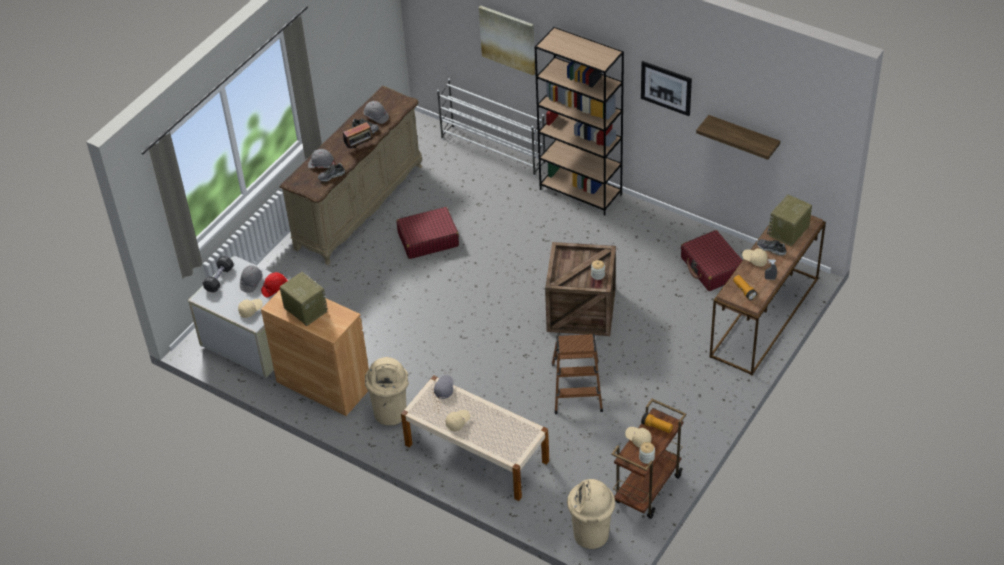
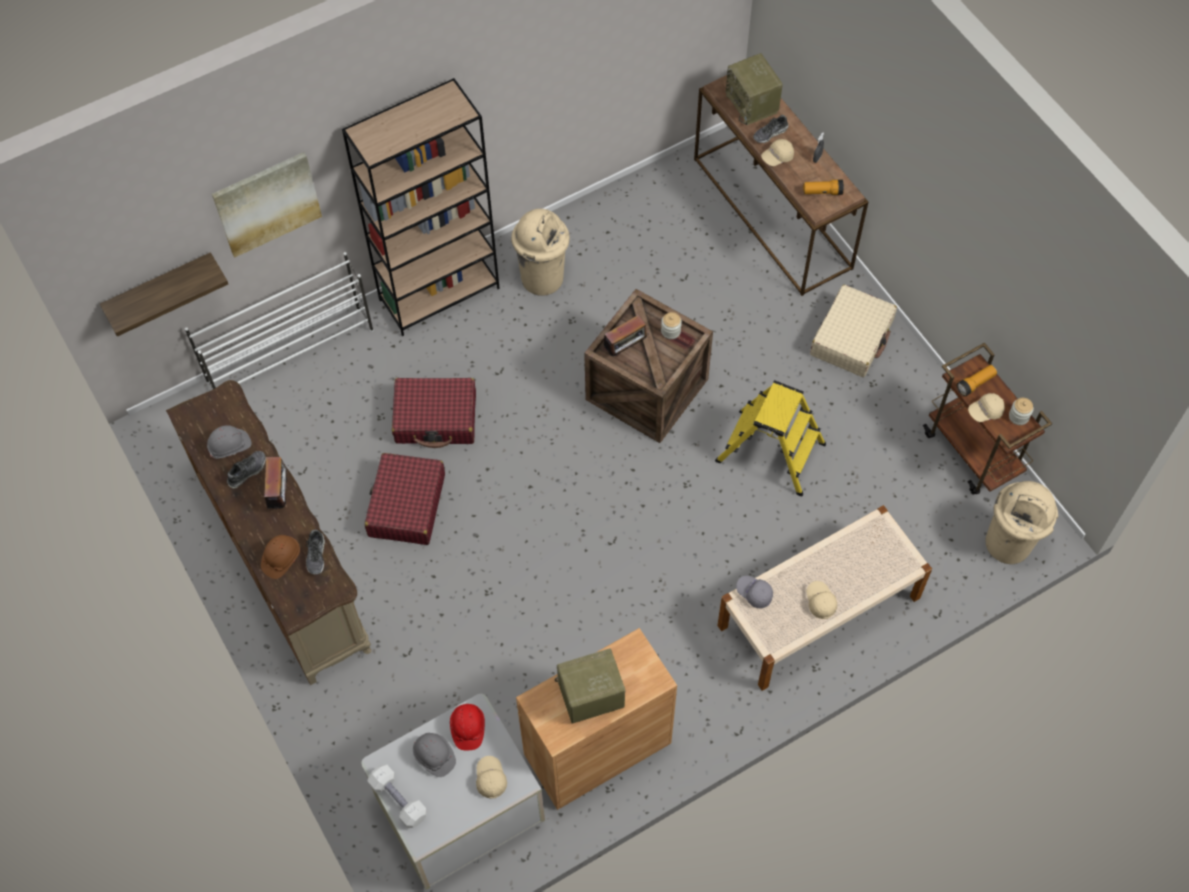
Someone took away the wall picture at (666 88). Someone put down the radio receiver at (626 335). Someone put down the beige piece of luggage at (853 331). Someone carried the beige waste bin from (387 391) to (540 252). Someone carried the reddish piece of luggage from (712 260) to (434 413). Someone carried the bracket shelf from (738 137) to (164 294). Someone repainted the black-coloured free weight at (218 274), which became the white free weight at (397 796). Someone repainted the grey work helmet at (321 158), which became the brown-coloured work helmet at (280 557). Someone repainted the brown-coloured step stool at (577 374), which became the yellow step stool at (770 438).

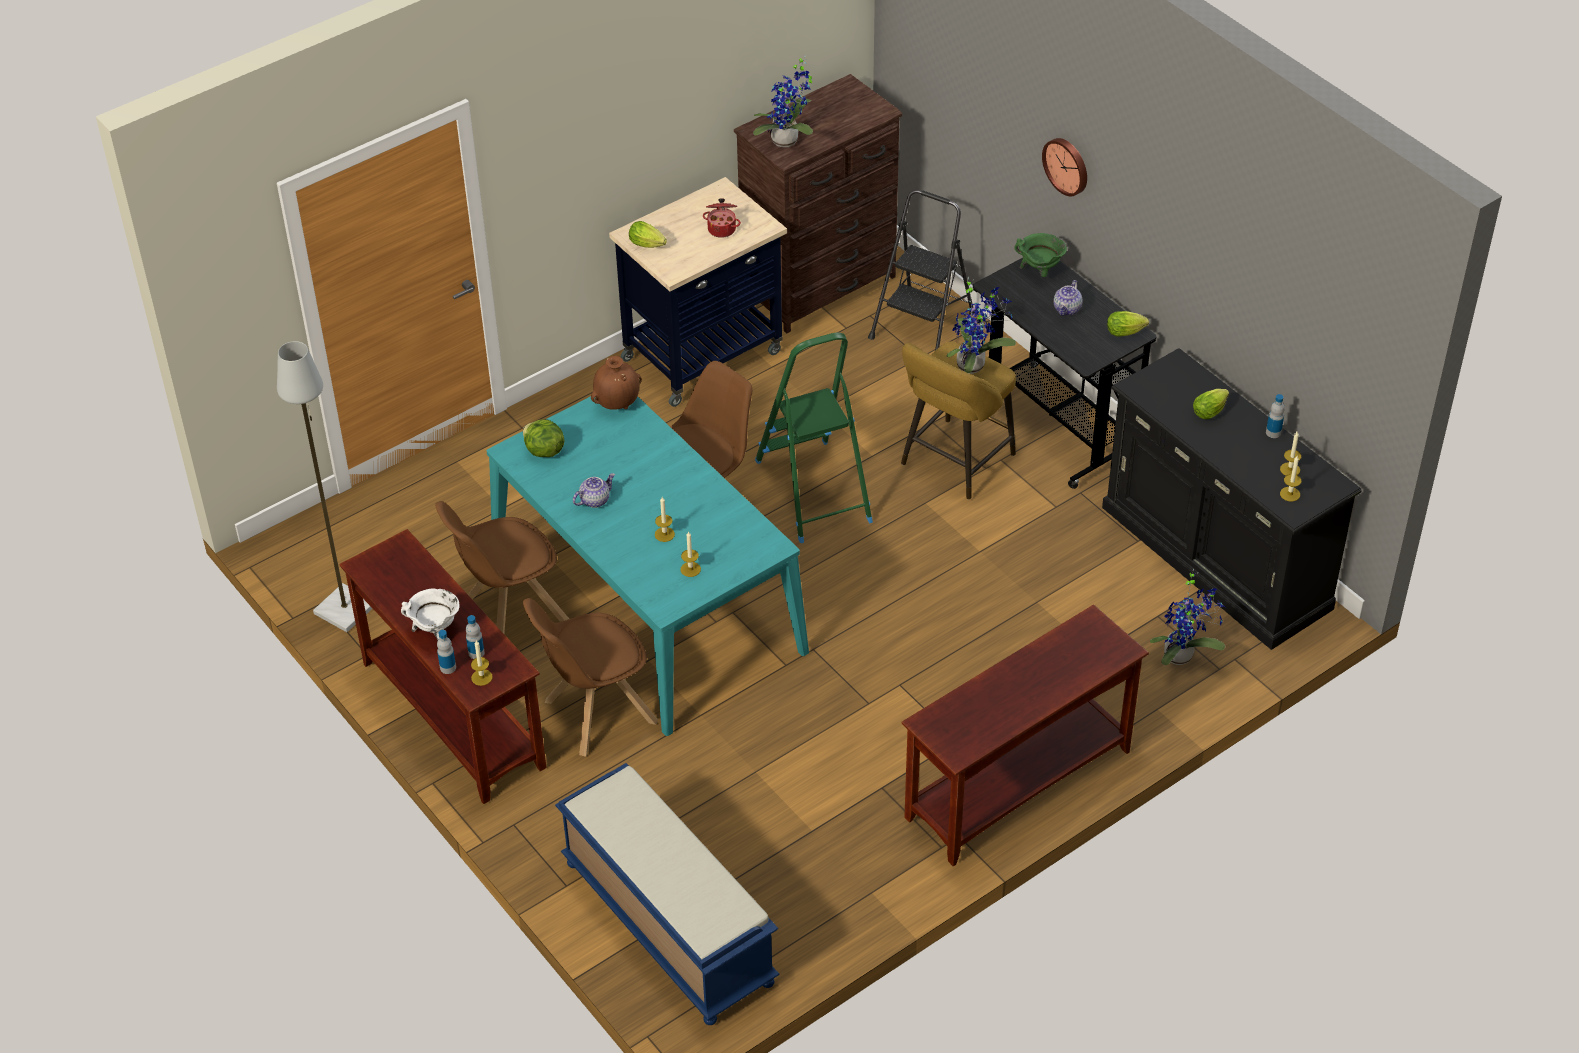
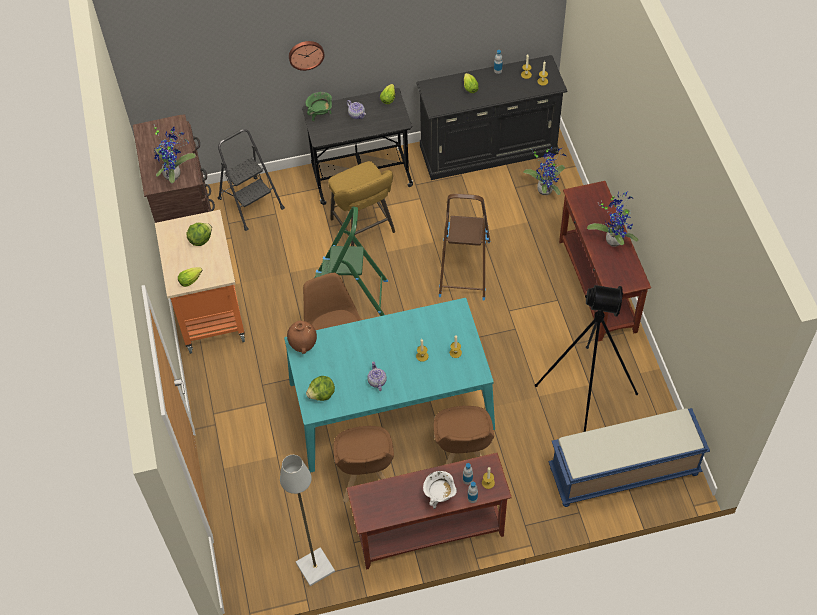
Someone put down the brown-coloured step stool at (464 247). Someone put down the black-coloured floor lamp at (586 358). Someone carried the potted plant from (981 325) to (612 219). Someone swapped the saucepot at (722 218) for the lettuce head at (199 234). Someone repainted the bluish wheeled cart at (698 292), which became the orange-coloured wheeled cart at (200 282).

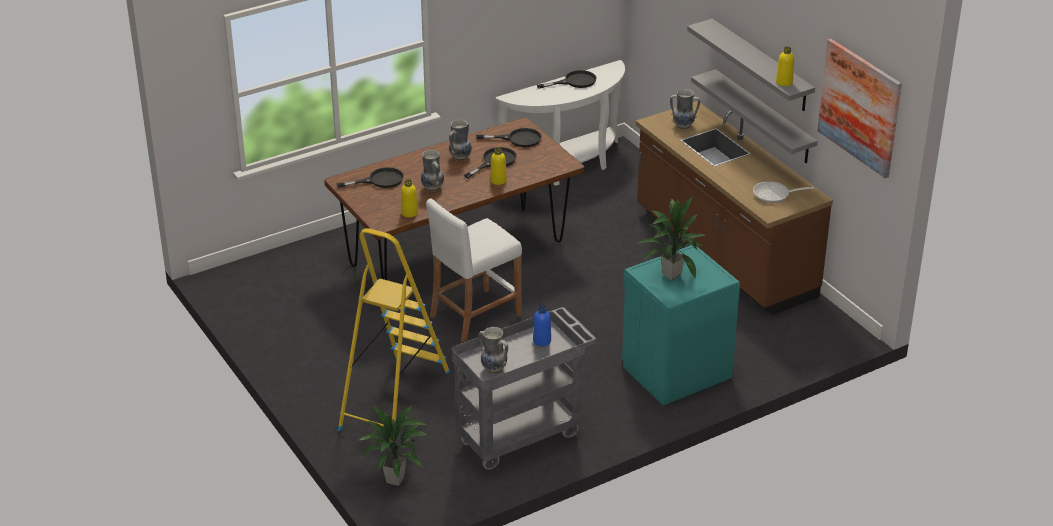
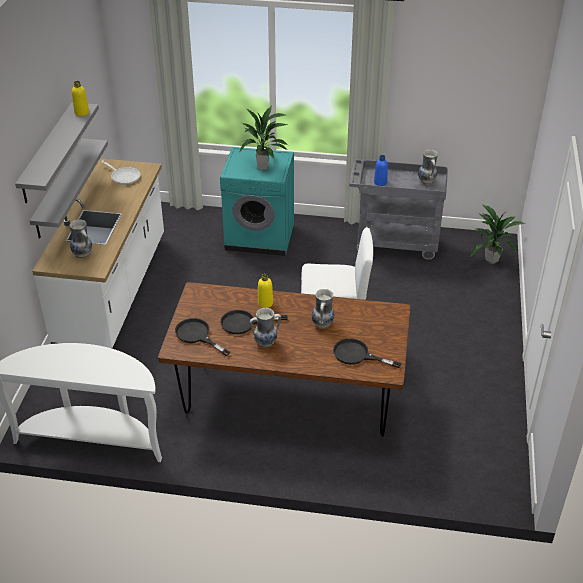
Someone took away the yellow step stool at (394 335). Someone took away the yellow bottle at (409 198). Someone took away the black-coloured skillet at (567 79). Someone took away the wall picture at (859 108). Someone repainted the brown-coloured counter at (734 208), which became the white counter at (98 253).

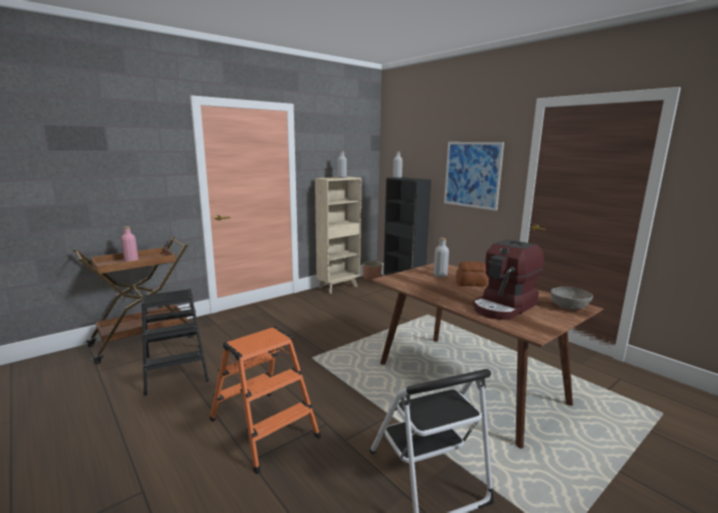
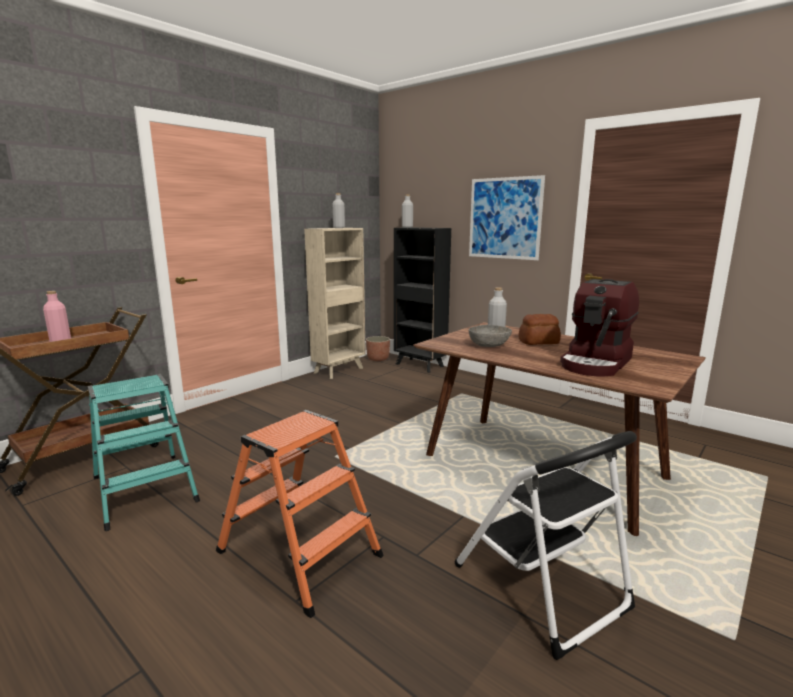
Someone carried the grey deep dish from (572 298) to (490 336). Someone repainted the black-coloured step stool at (175 342), which became the turquoise-coloured step stool at (144 452).

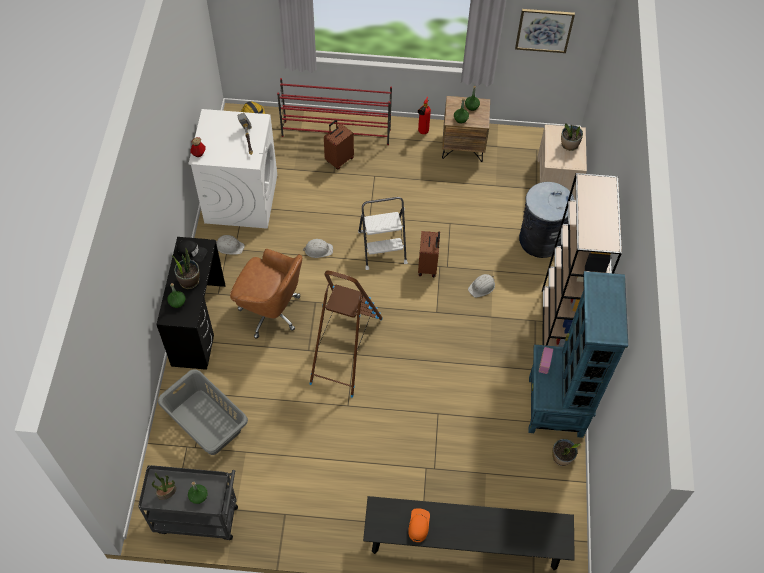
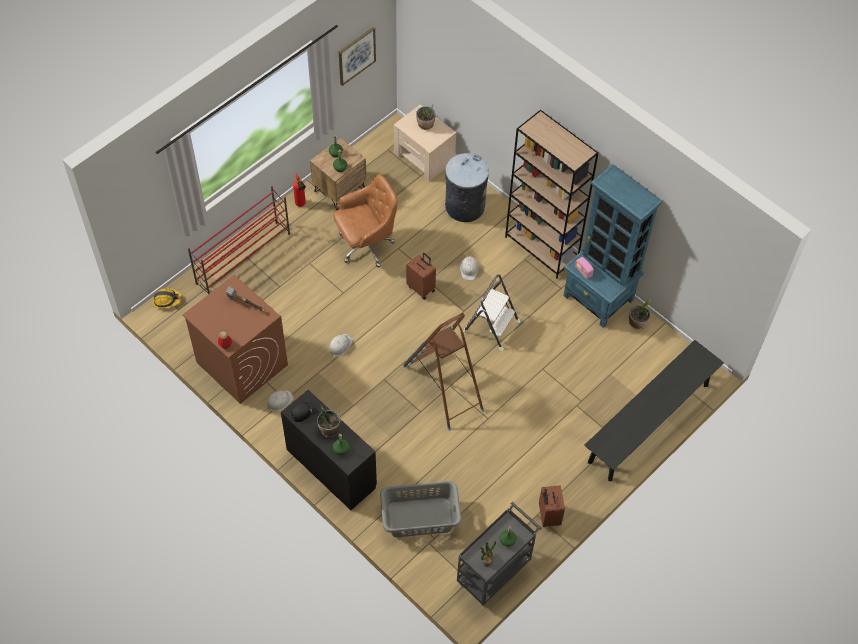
Someone took away the orange-coloured baseball cap at (419 525). Someone carried the brown-coloured computer chair from (266 294) to (365 221). Someone carried the brown-coloured piece of luggage from (339 145) to (552 506). Someone carried the white step stool from (383 233) to (491 312). Someone repainted the white washing machine at (232 169), which became the brown-coloured washing machine at (235 339).

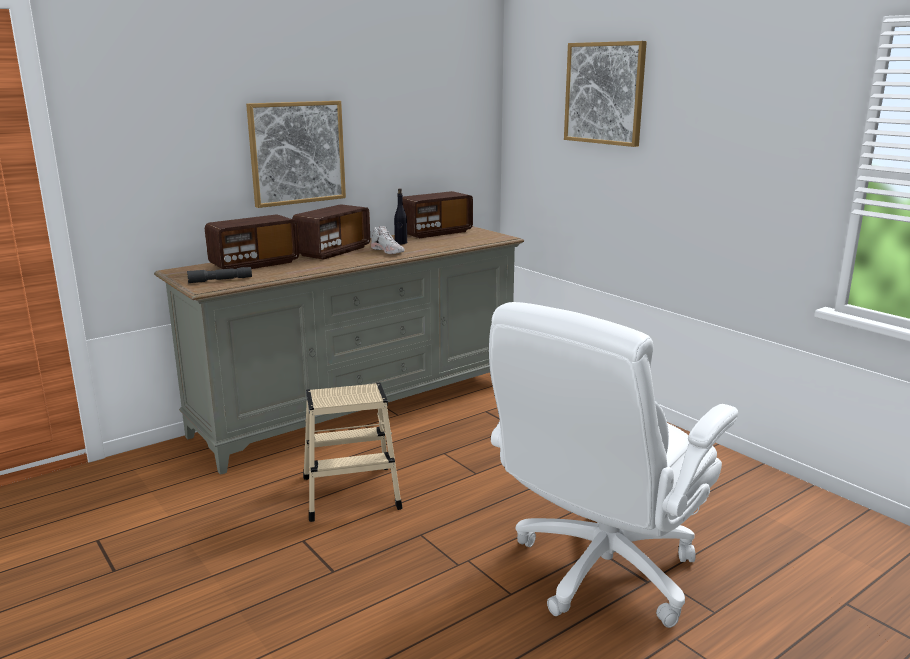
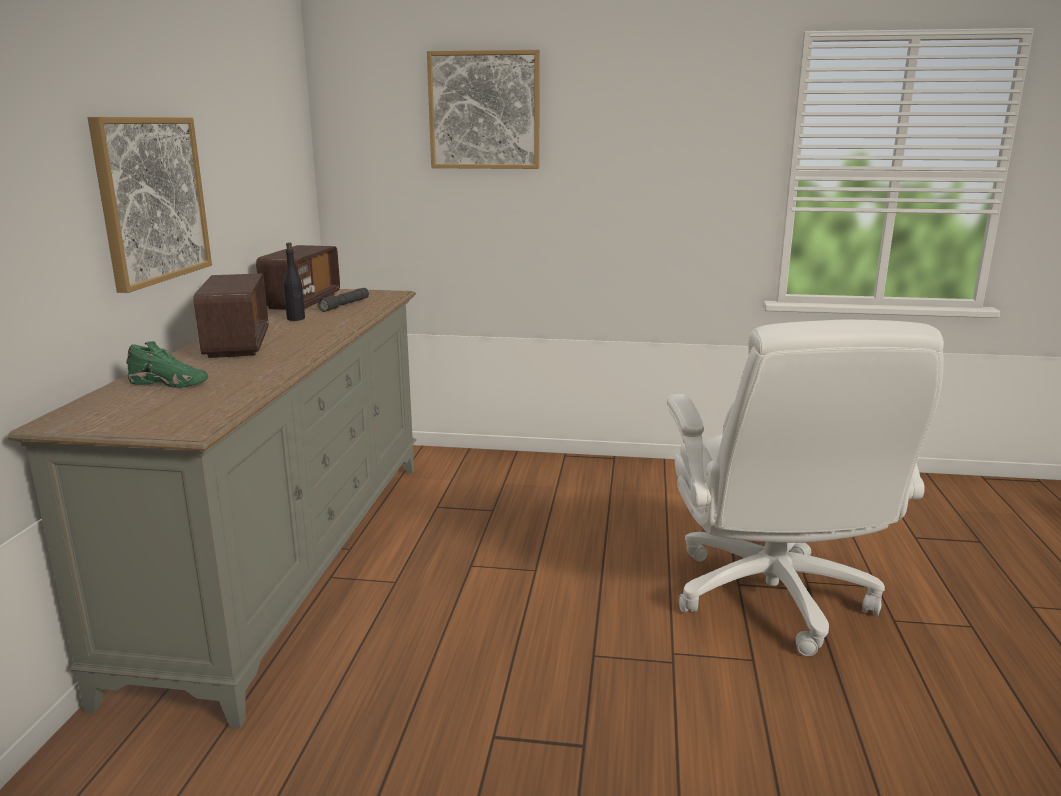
Someone took away the beige step stool at (352 452). Someone took away the white low shoe at (387 240). Someone carried the grey torch from (219 275) to (343 300). Someone swapped the radio receiver at (252 241) for the green-coloured low shoe at (167 364).

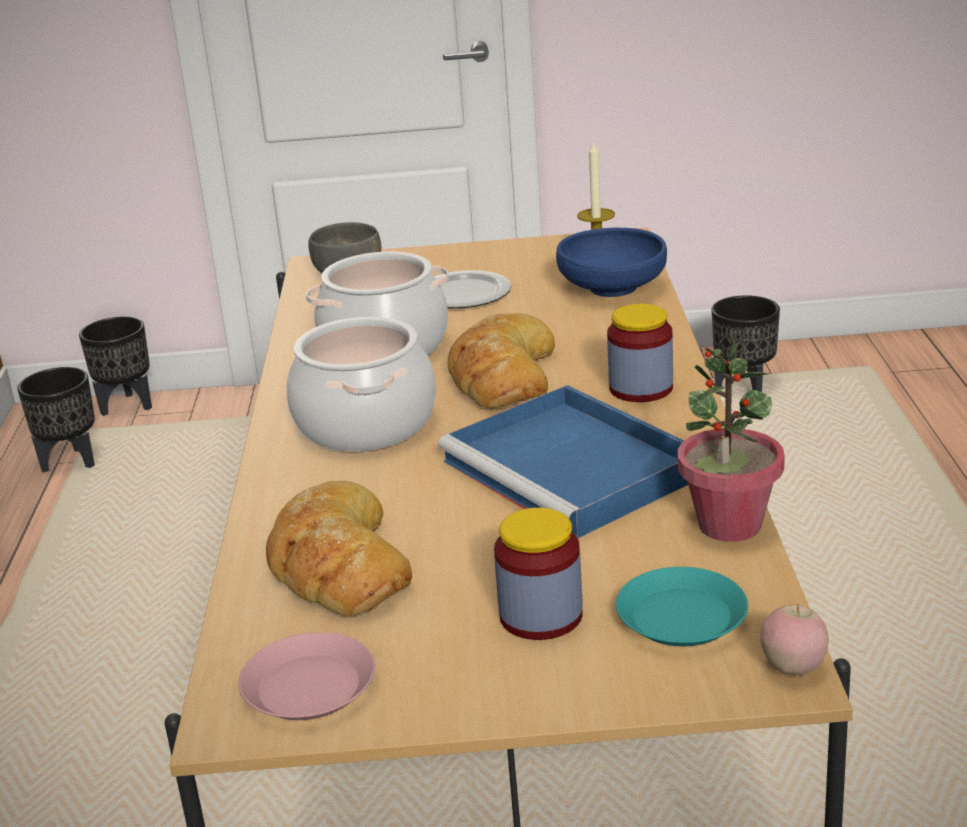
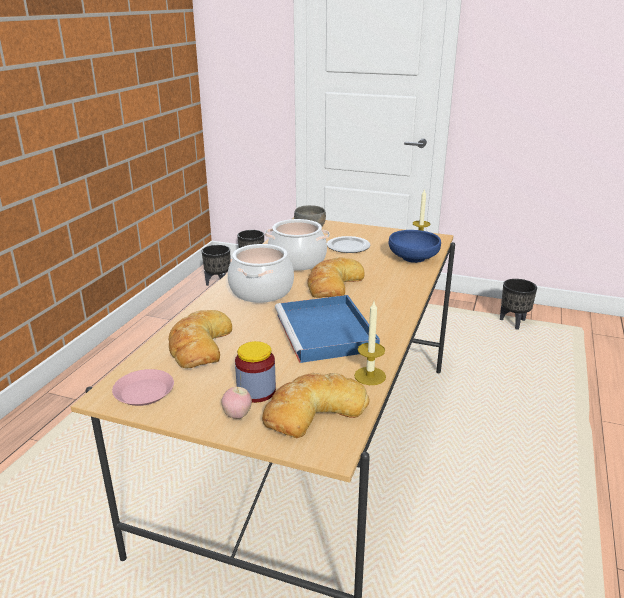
Someone took away the preserve jar at (640 353). Someone carried the apple from (794 639) to (236 403). Someone swapped the turquoise-coloured plate at (682 606) for the bakery bread at (316 405). Someone swapped the potted plant at (731 438) for the candle at (370 343).

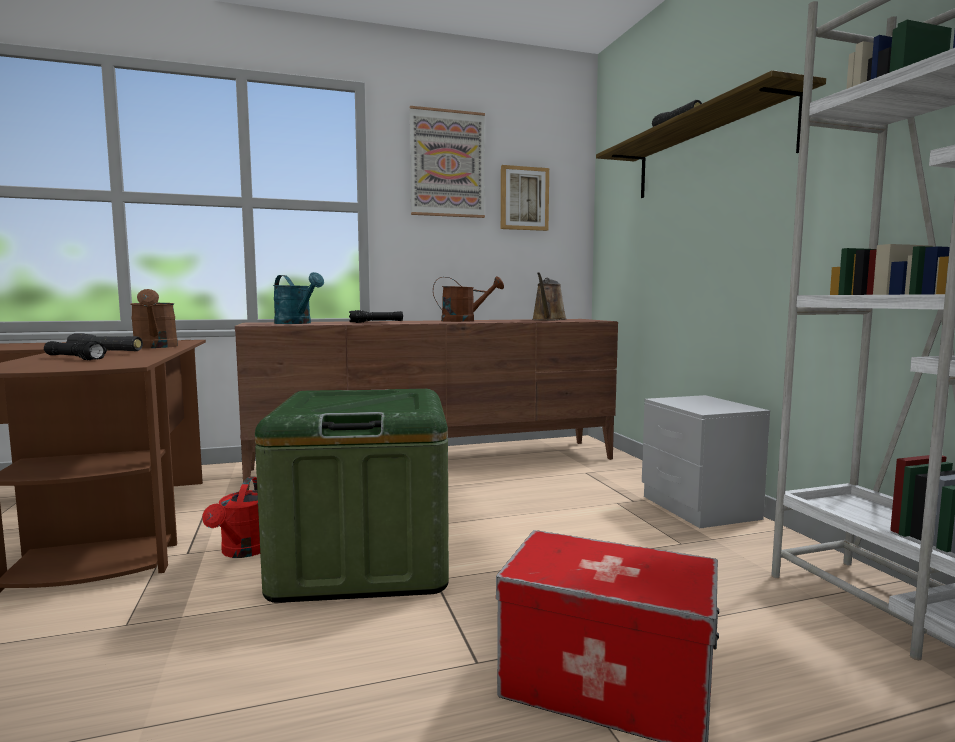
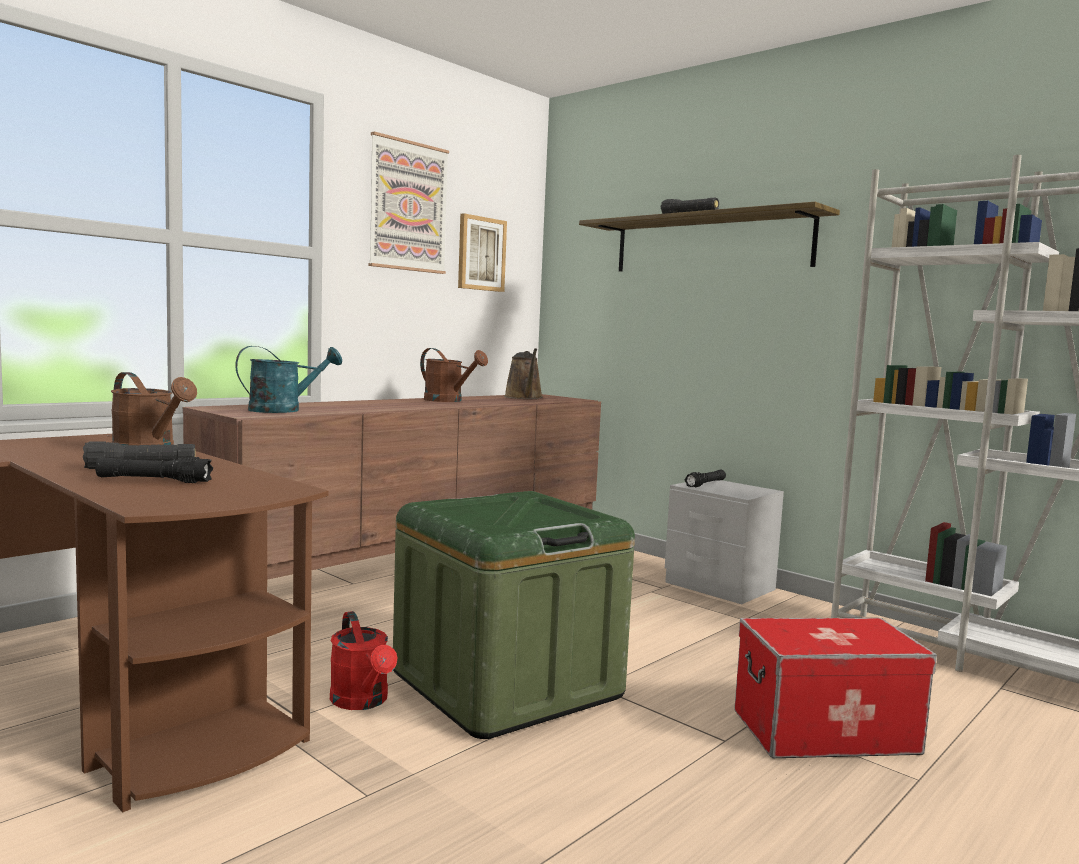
Someone carried the black-coloured torch from (376 316) to (705 478). Someone rotated the turquoise-coloured sprinkling can at (298 298) by 45 degrees counterclockwise. Someone rotated the brown-coloured sprinkling can at (468 299) by 75 degrees clockwise.

